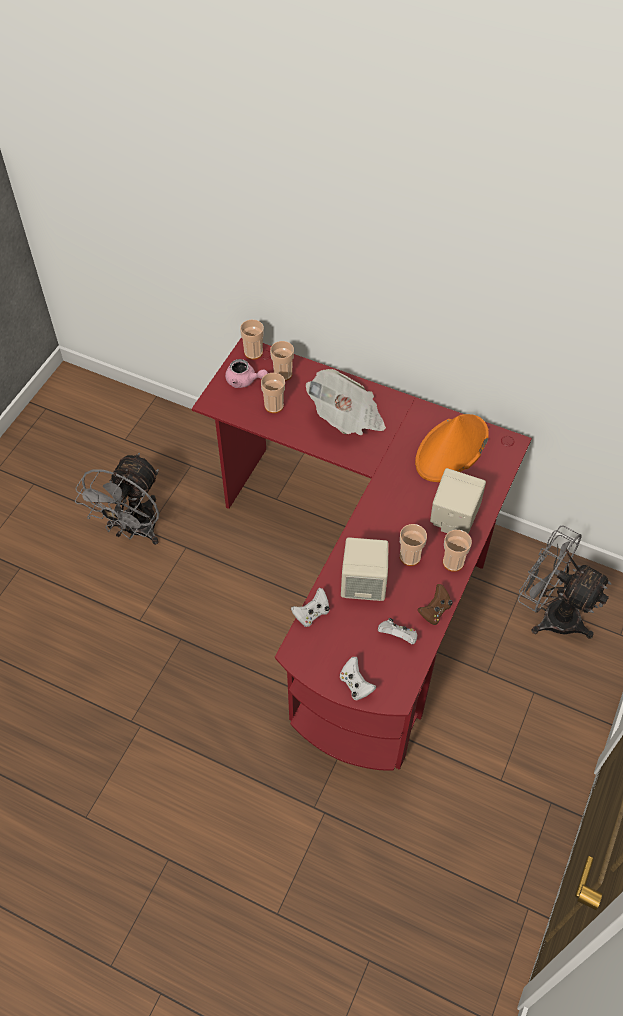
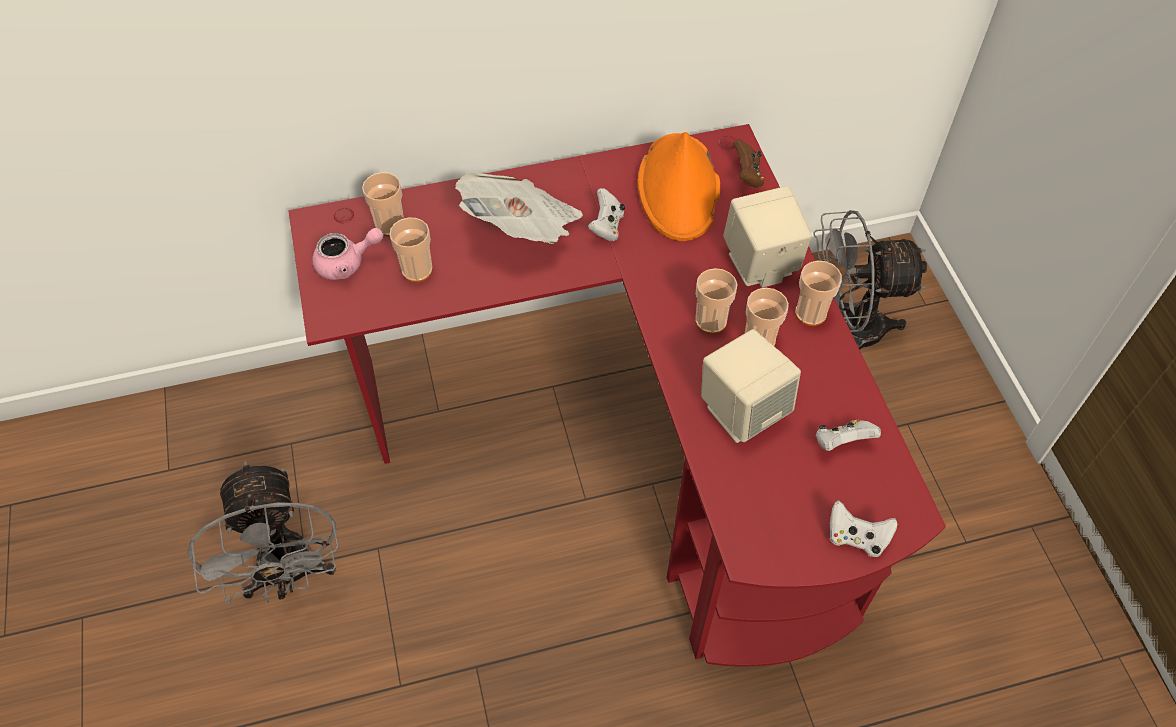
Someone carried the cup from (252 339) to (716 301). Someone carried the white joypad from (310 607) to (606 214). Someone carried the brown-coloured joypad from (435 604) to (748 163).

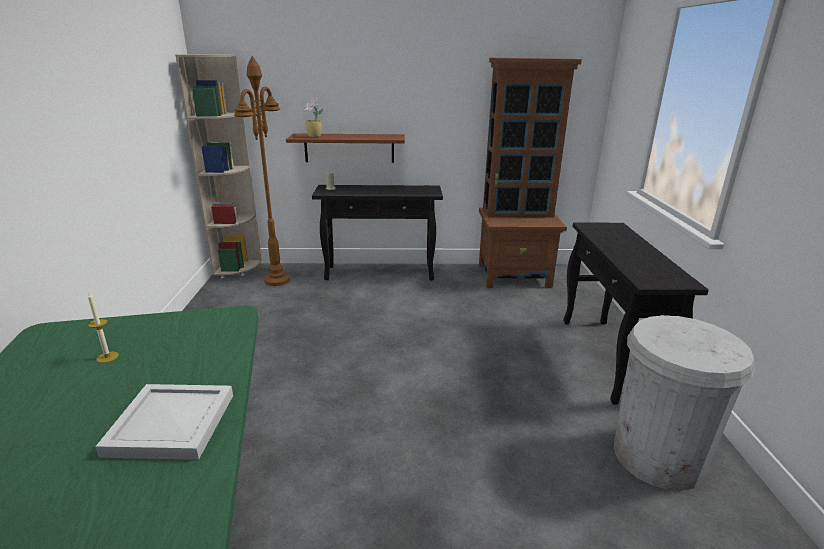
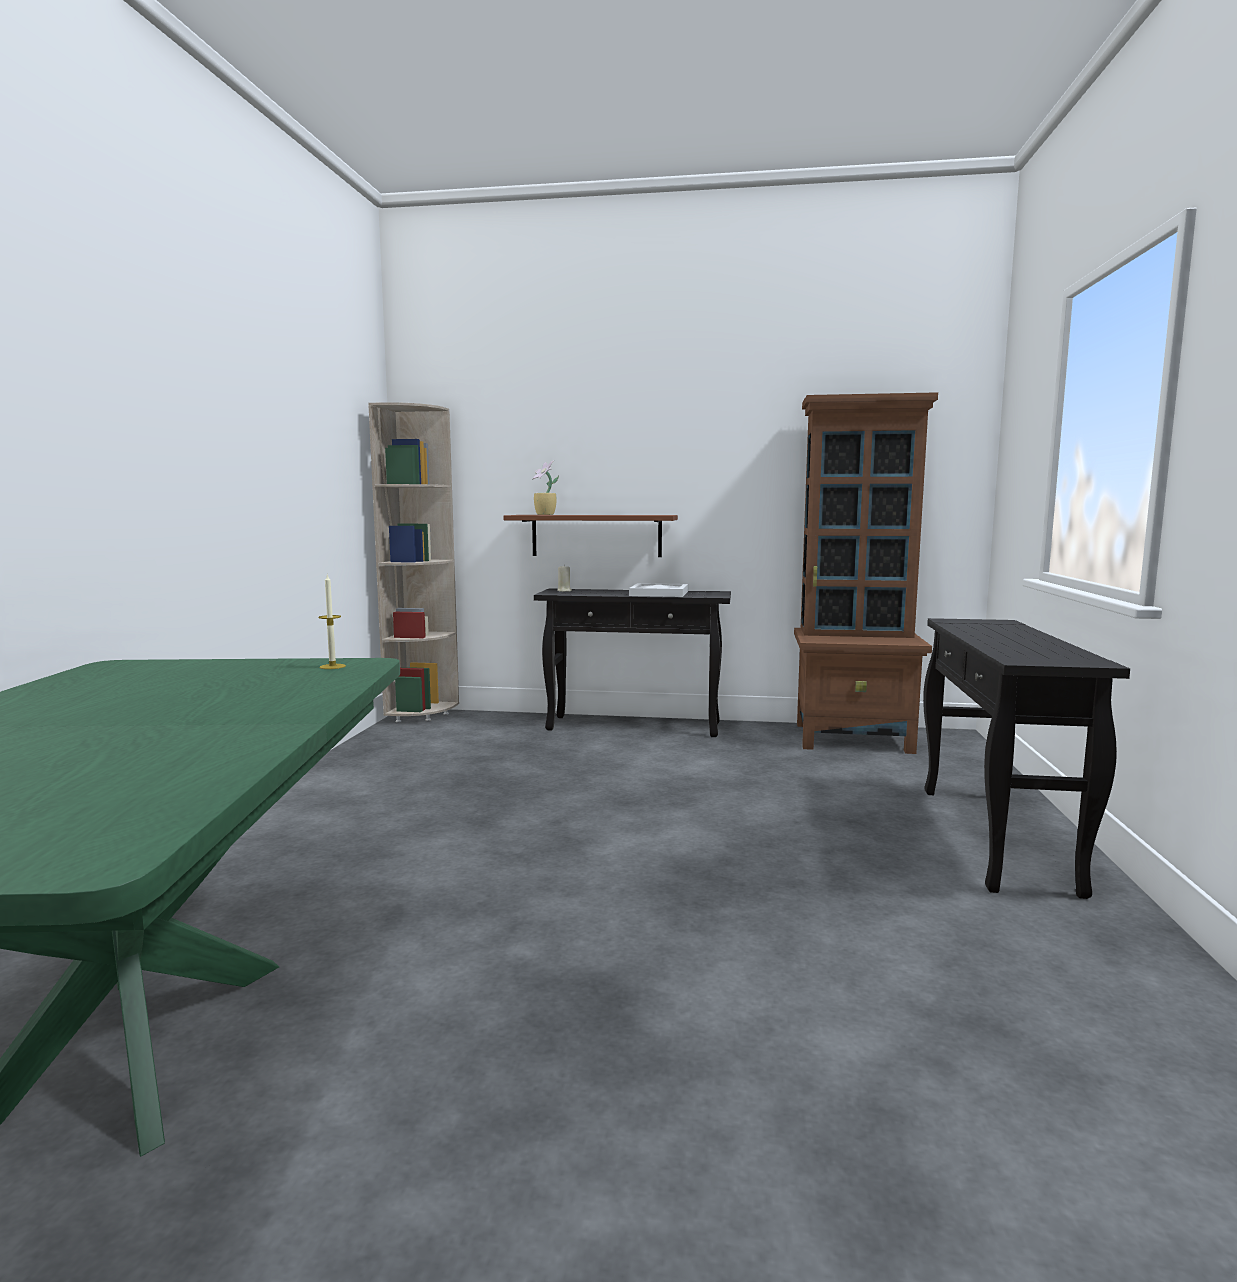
Someone took away the brown-coloured floor lamp at (262 171). Someone took away the white waste bin at (684 403). Someone carried the candle from (103 328) to (332 621). Someone carried the white serving tray from (164 422) to (658 590).

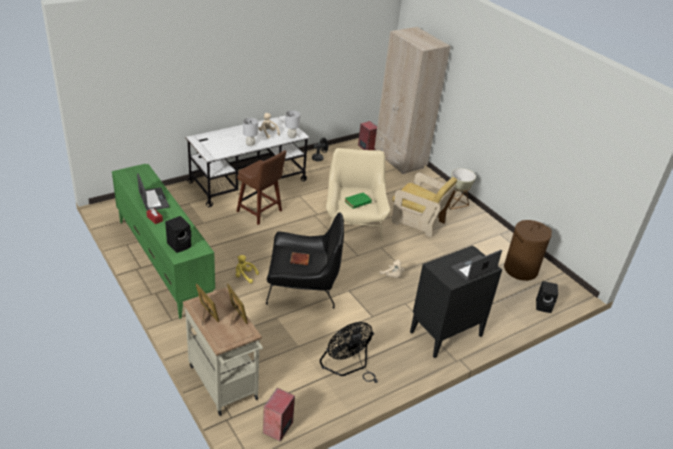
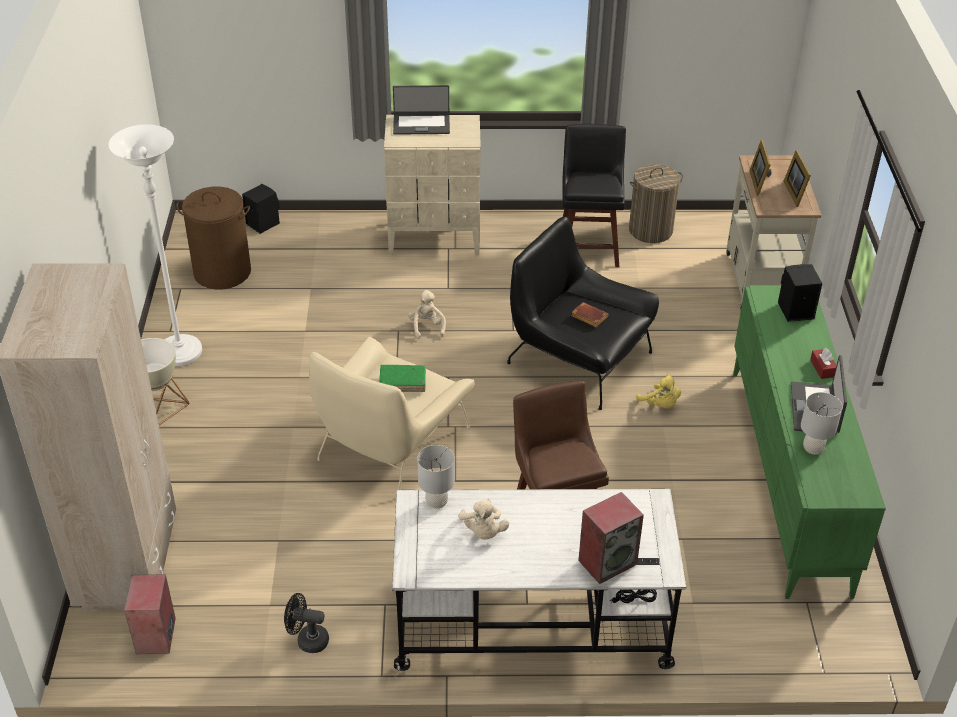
Someone took away the yellow armchair at (424 204). Someone put down the white floor lamp at (155 245). Someone put down the washing basket at (656 203). Someone carried the grey lamp for a table from (250 132) to (822 423). Someone carried the audio speaker from (279 415) to (611 538). Someone swapped the black-coloured cooling fan at (349 352) for the black-coloured chair at (594 195). Someone repainted the black-coloured drawer chest at (456 302), which became the beige drawer chest at (432 185).

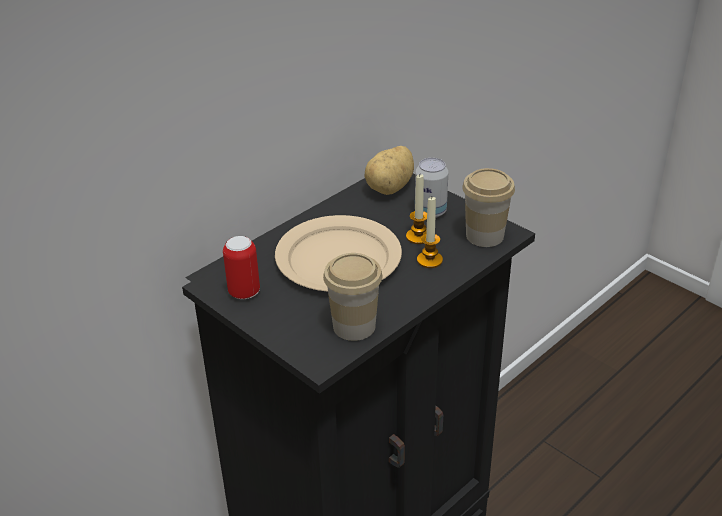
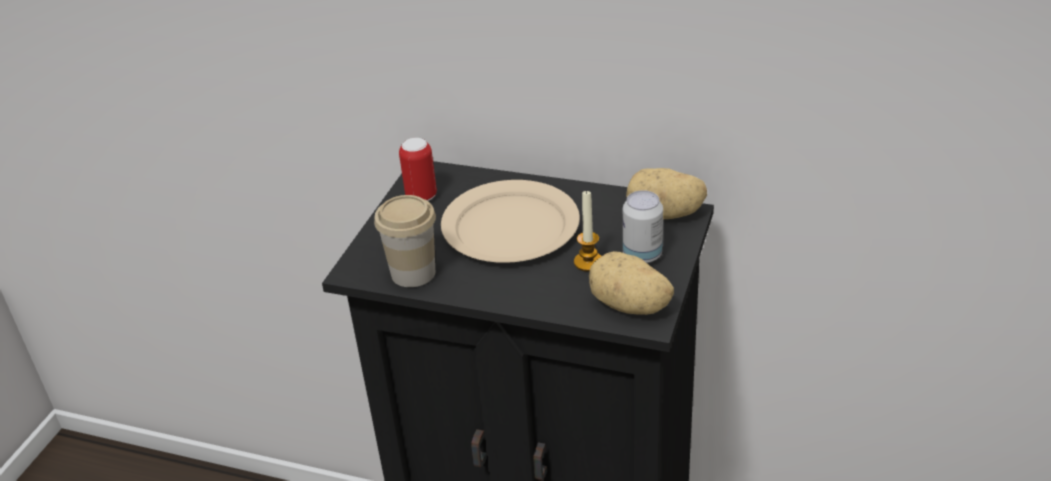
Someone took away the candle at (430 232). Someone swapped the cup at (488 207) for the whole potato at (631 283).

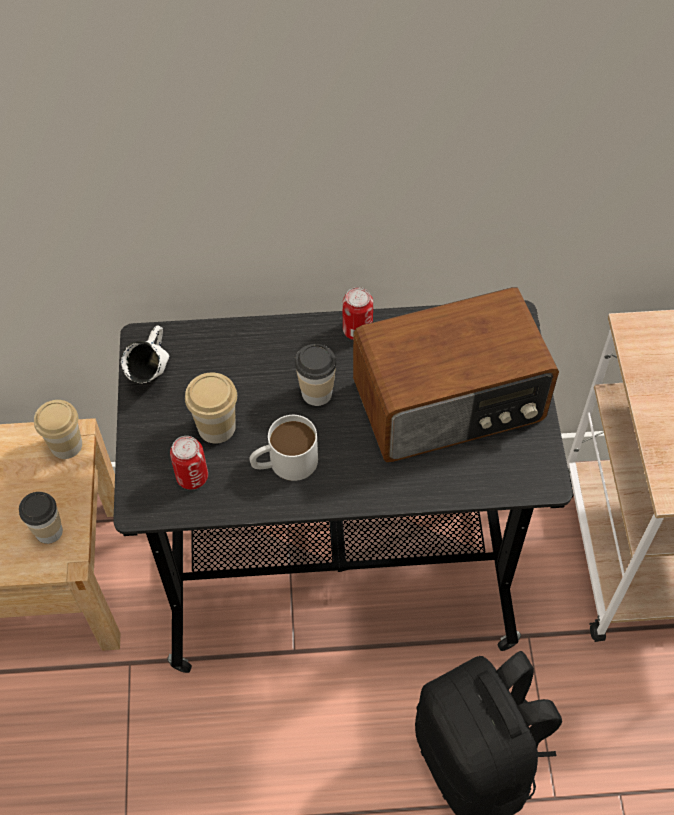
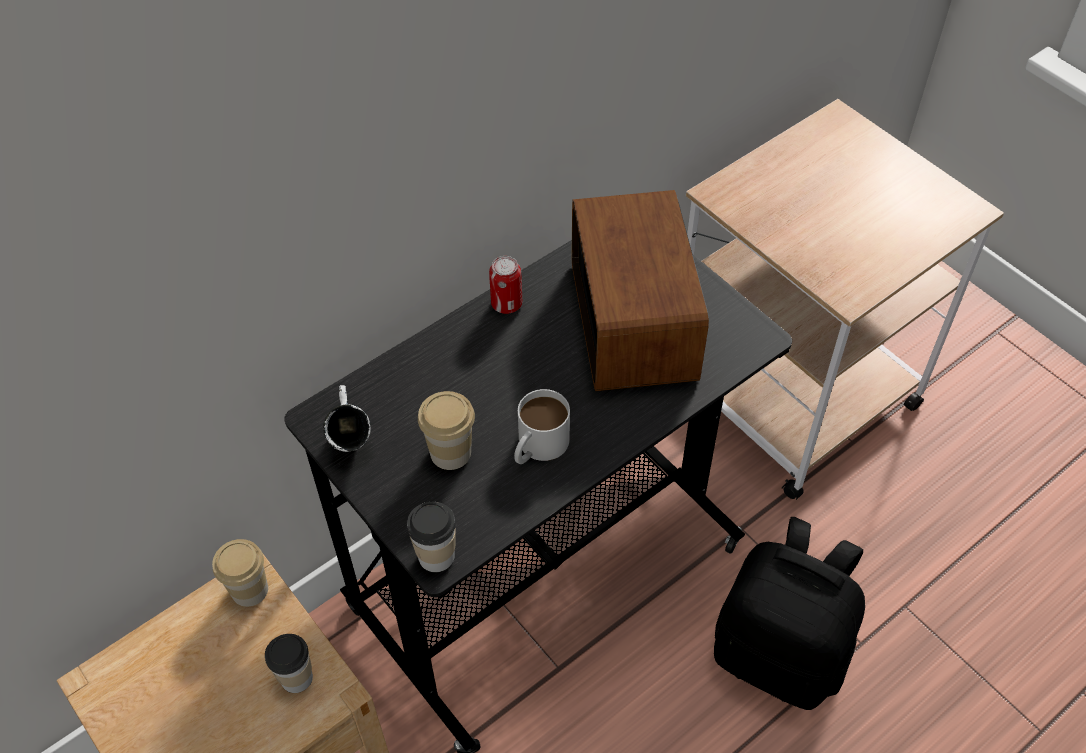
Someone took away the metal can at (189 463). Someone carried the cup from (315 375) to (431 537). Someone rotated the radio receiver at (456 374) by 45 degrees counterclockwise.

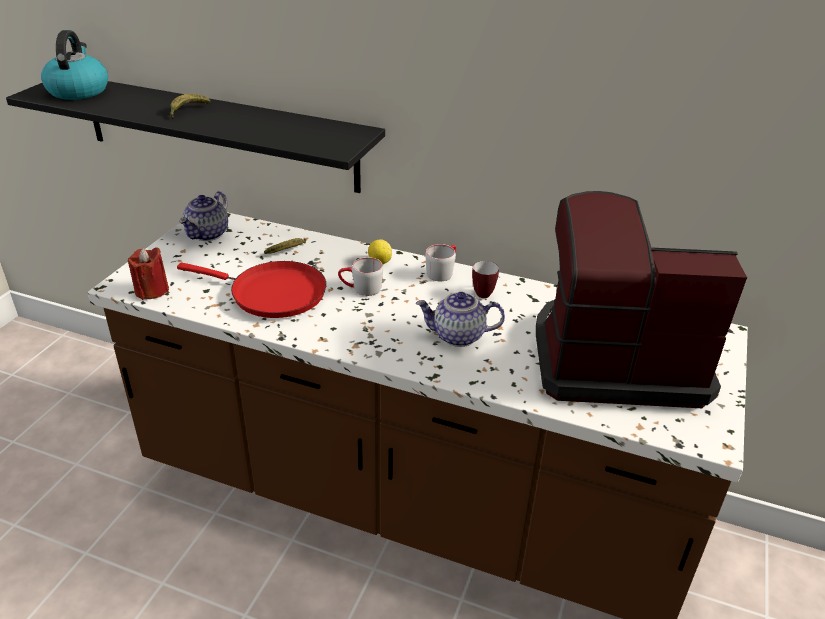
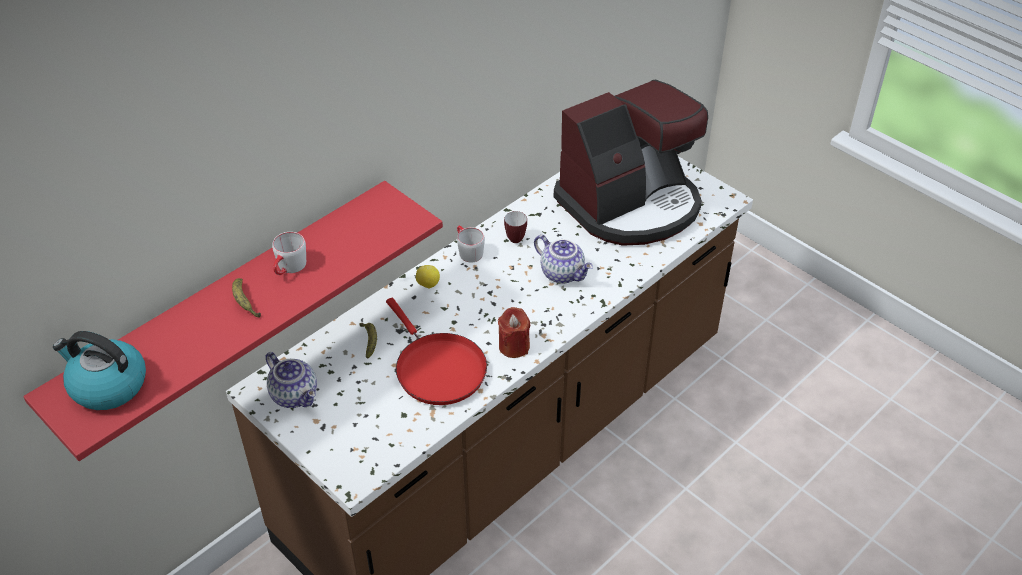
Someone carried the reddish candle from (148 273) to (514 332). Someone carried the grey tea mug from (360 276) to (289 253). Someone repainted the black-coloured bracket shelf at (195 137), which became the reddish bracket shelf at (233 321). Someone rotated the reddish skillet at (251 289) by 105 degrees clockwise. Someone rotated the teapot at (460 319) by 75 degrees counterclockwise. Someone rotated the coffee machine at (641 299) by 150 degrees counterclockwise.

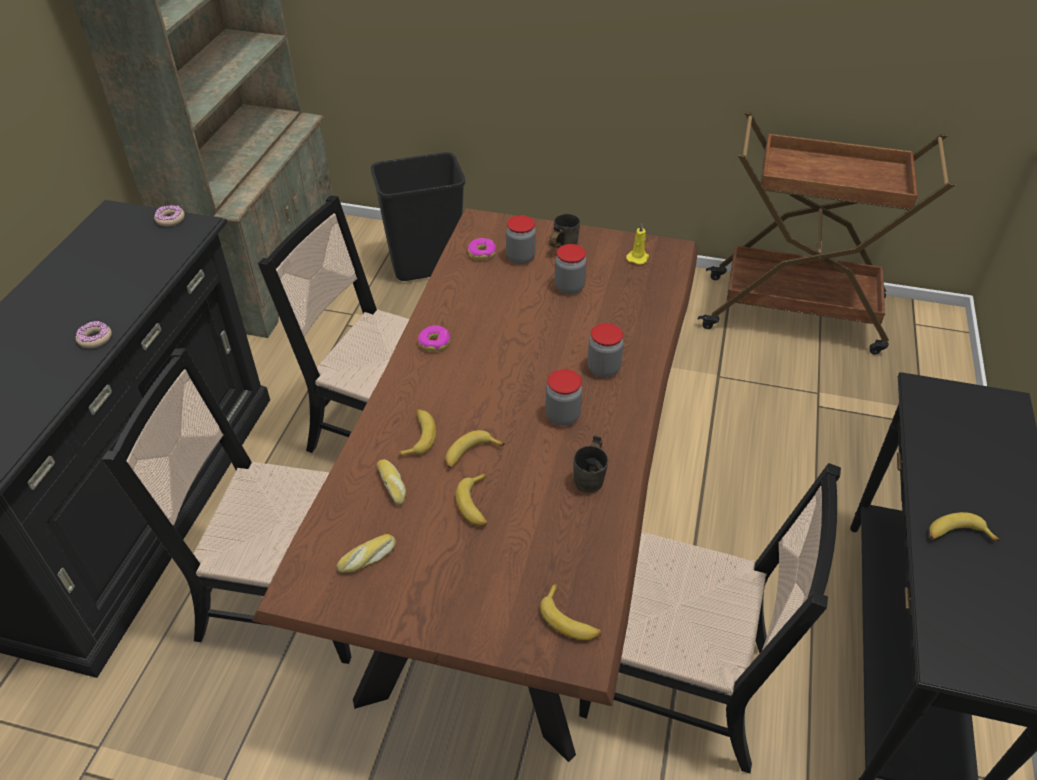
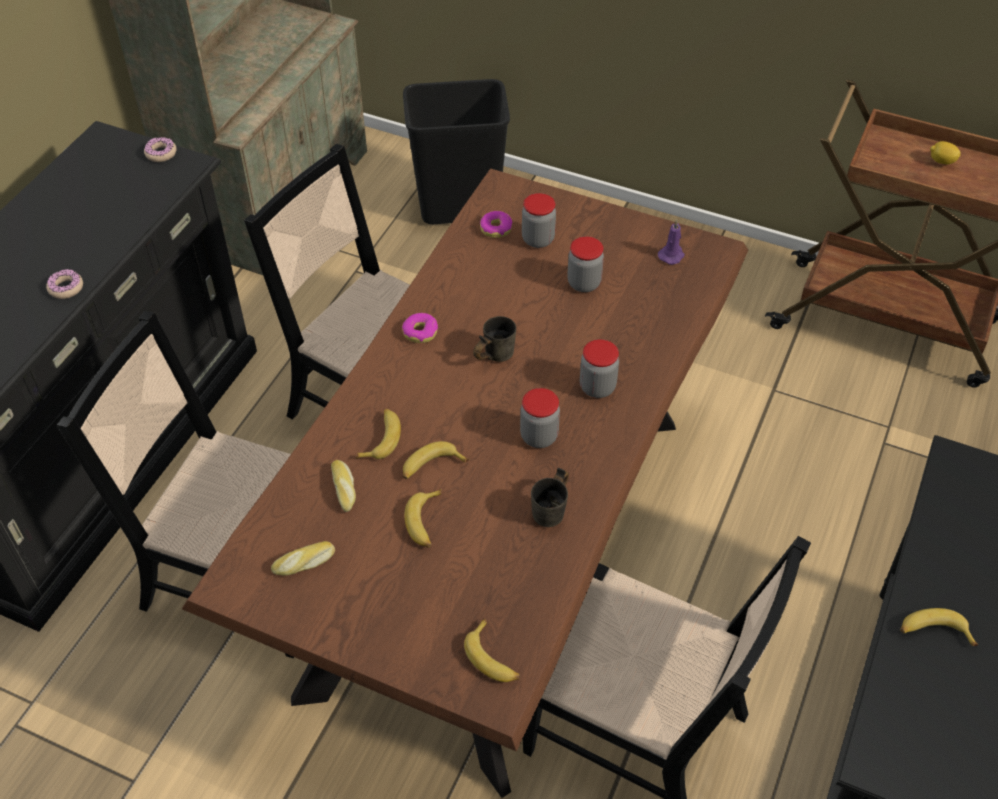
Someone put down the citrus fruit at (945 152). Someone carried the grey tea mug from (565 231) to (494 339). Someone repainted the yellow candle at (637 244), which became the purple-coloured candle at (671 242).

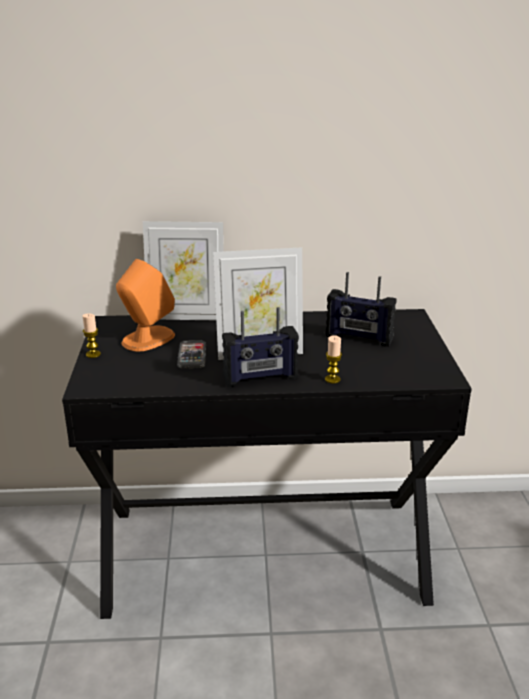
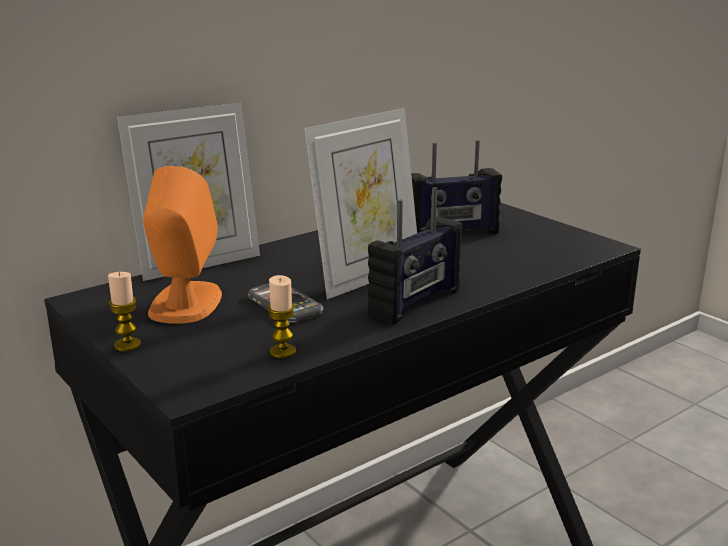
Someone carried the candle from (333 359) to (281 316).

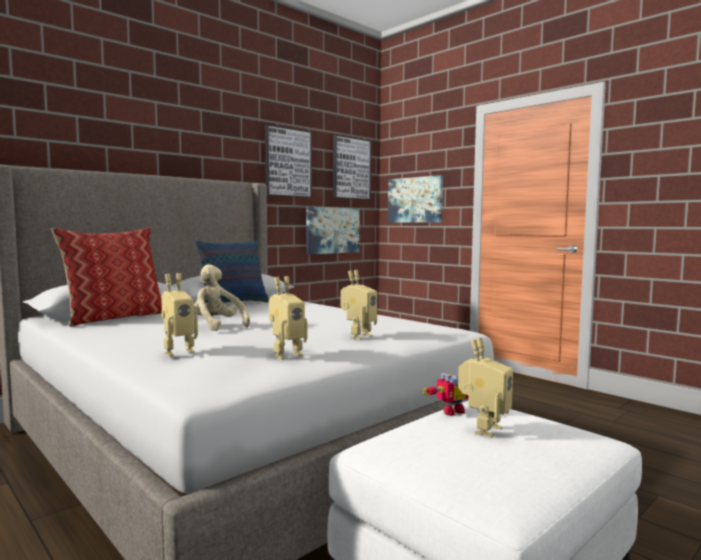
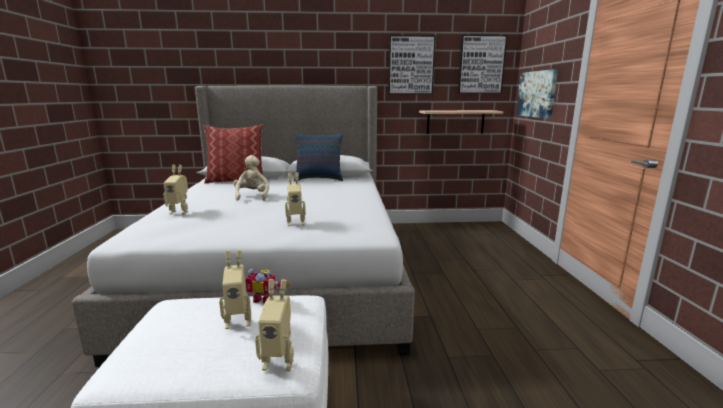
Someone carried the toy robot from (288 318) to (274 325). Someone swapped the wall picture at (333 230) for the bracket shelf at (461 122).

